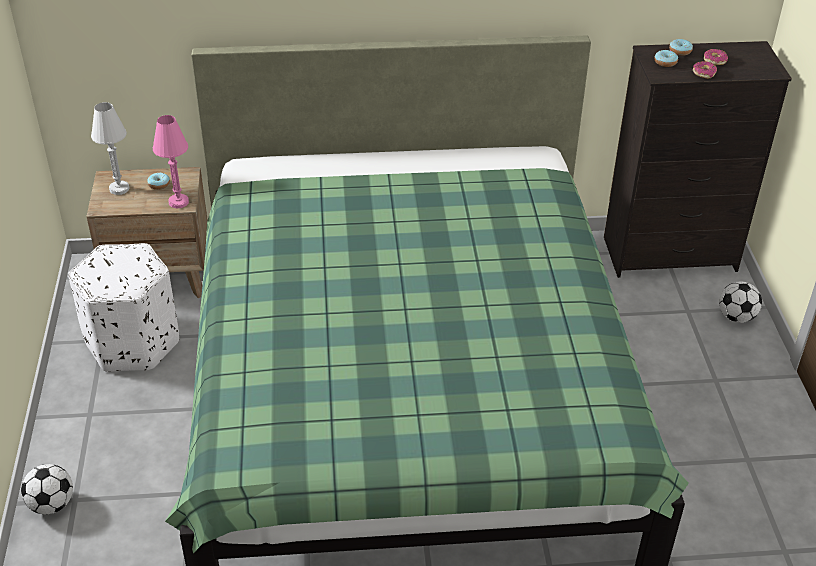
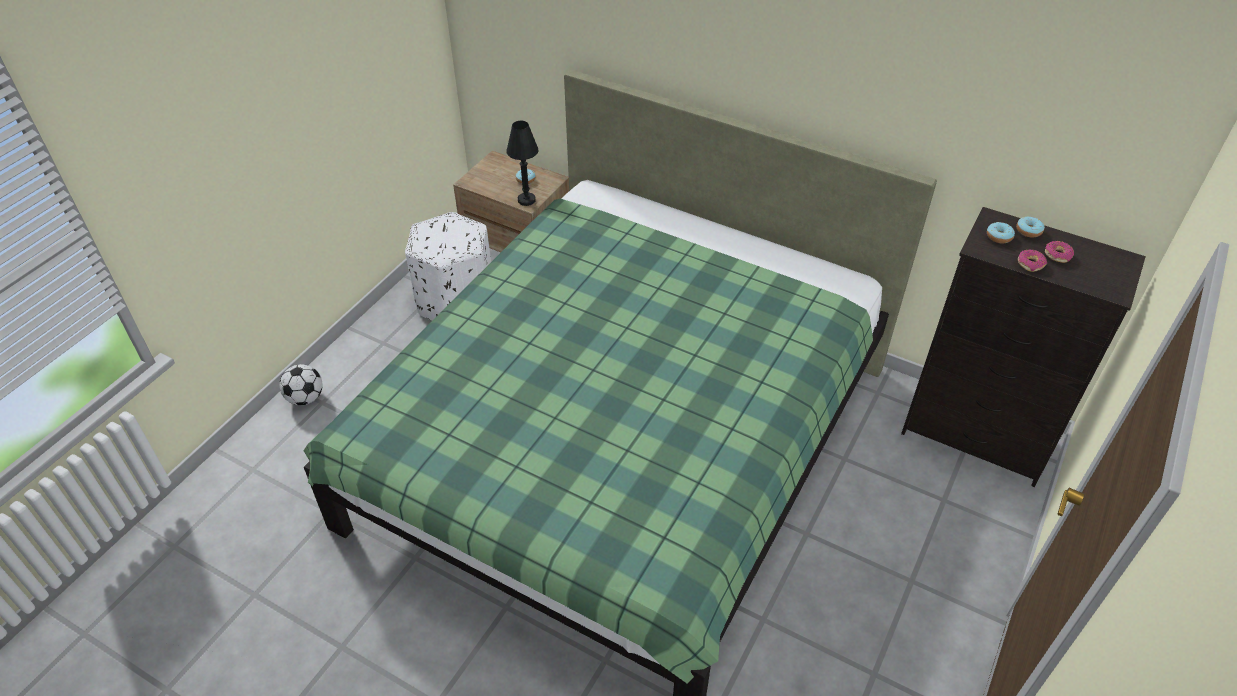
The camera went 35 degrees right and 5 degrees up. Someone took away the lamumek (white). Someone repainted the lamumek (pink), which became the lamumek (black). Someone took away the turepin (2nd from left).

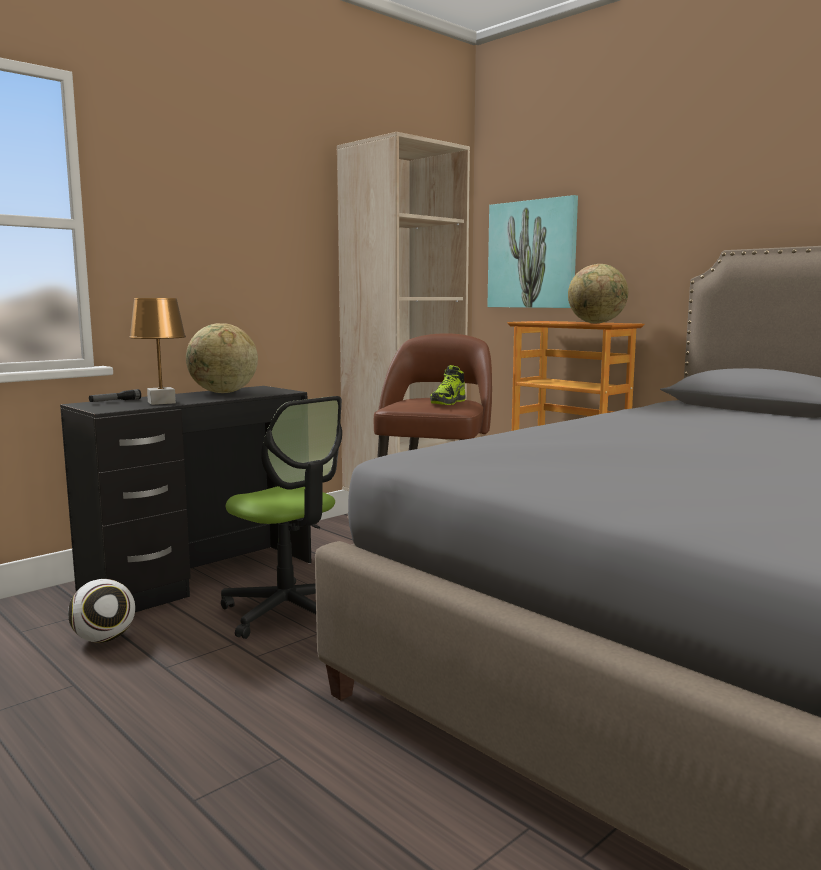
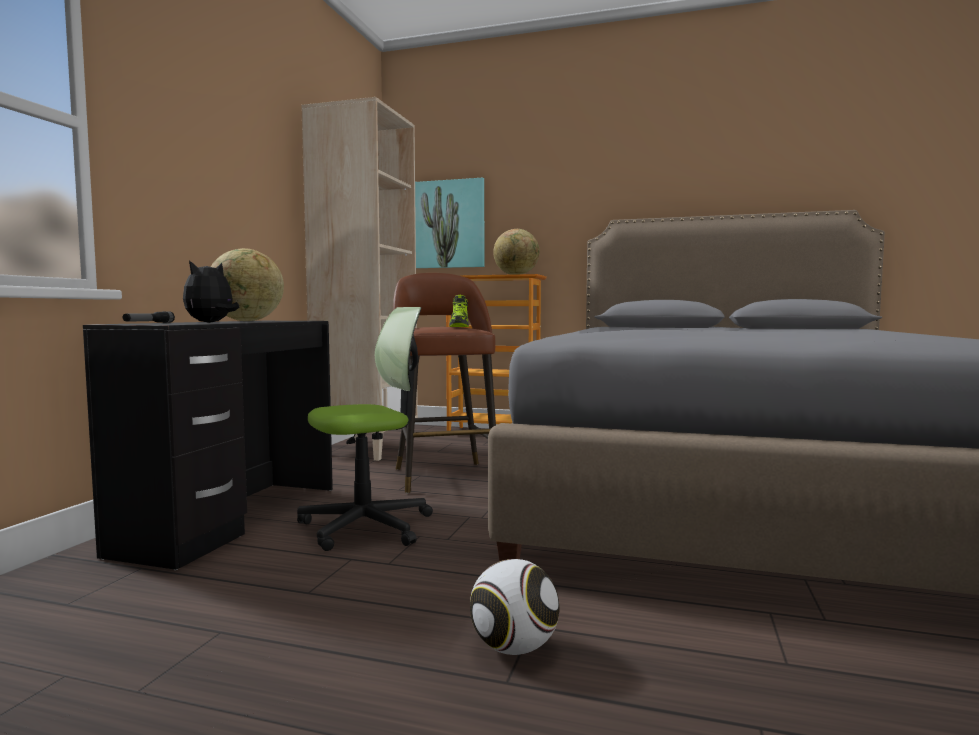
The camera went 30 degrees left and 5 degrees down. Someone swapped the lamumek (brown) for the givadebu. Someone rotated the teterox by 45 degrees counterclockwise. Someone carried the turepin.

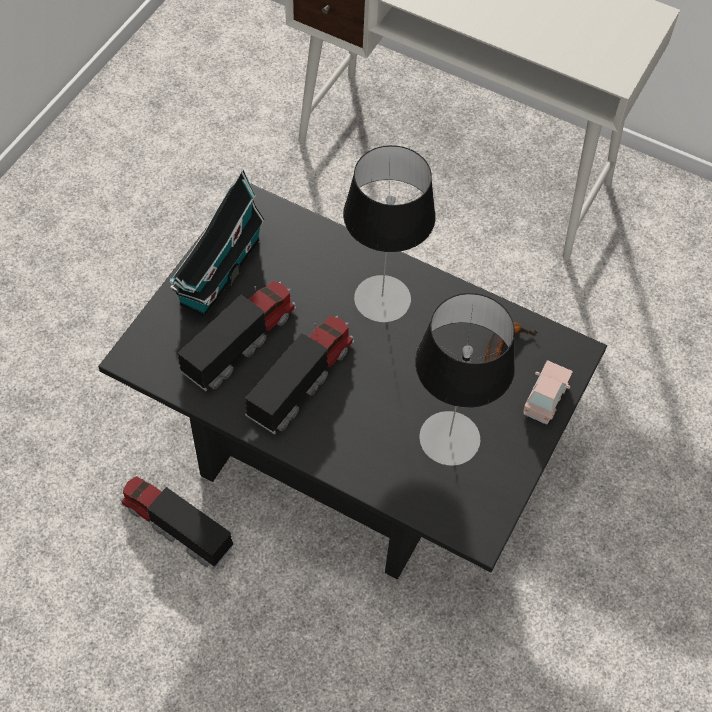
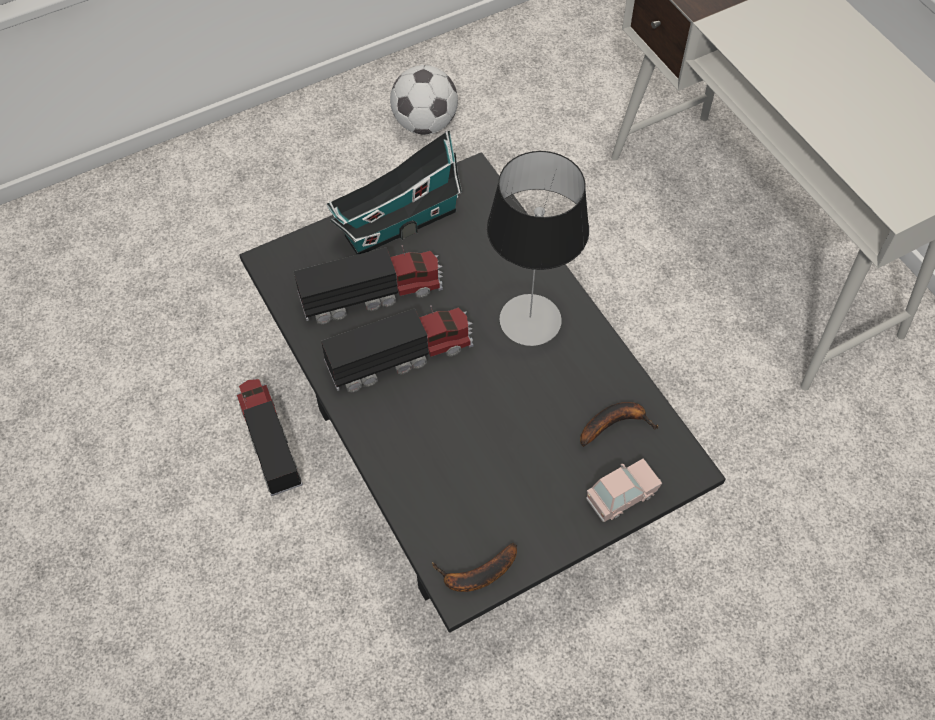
The camera went 35 degrees right and 0 degrees up. Someone took away the lamumek (2nd from left). Someone put down the turepin. Someone put down the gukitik (1st from left).

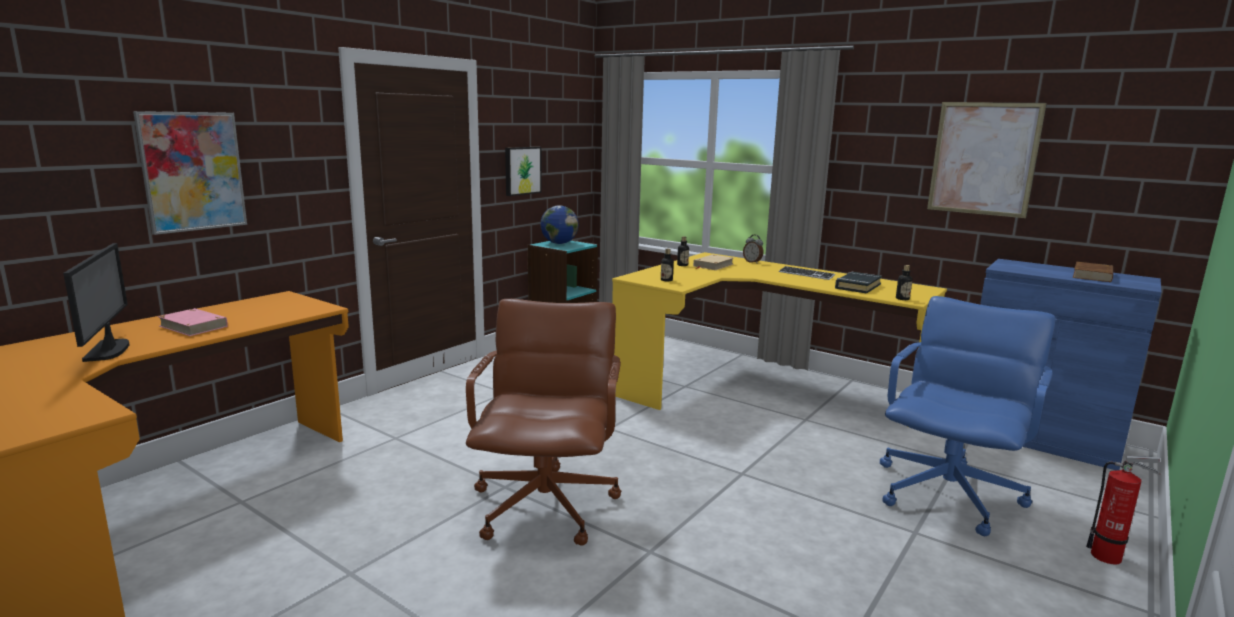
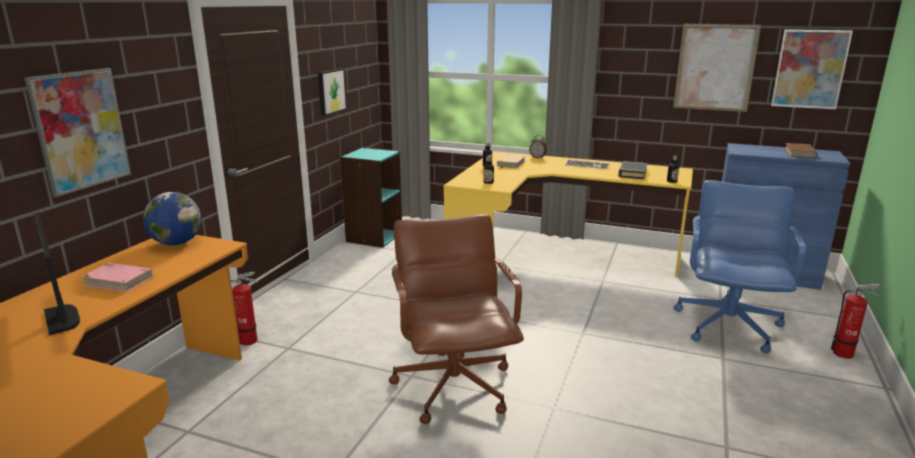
The camera went 15 degrees left and 5 degrees up. Someone carried the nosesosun. Someone put up the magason (4th from left). Someone put down the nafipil (1st from left).

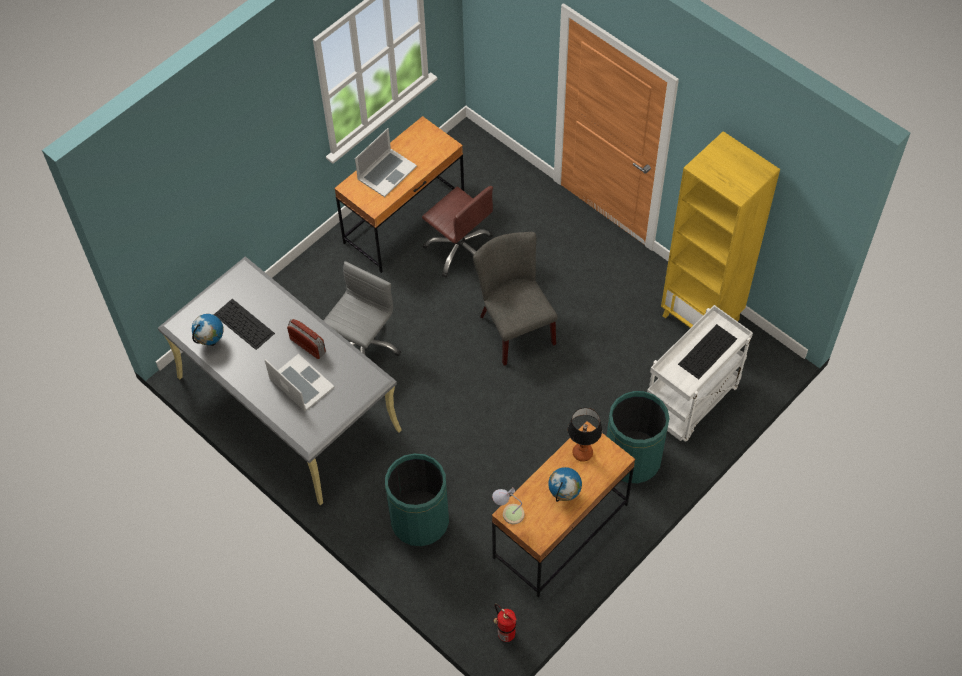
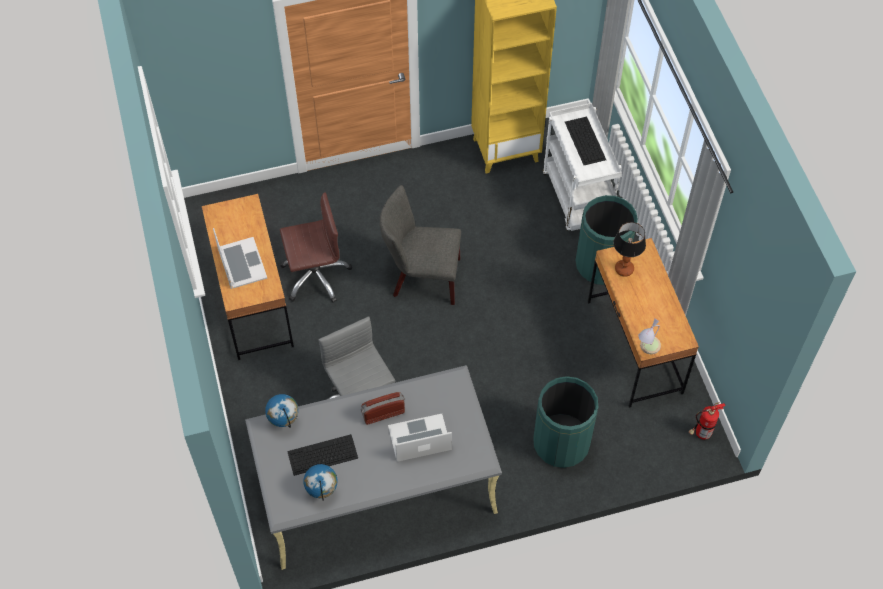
The camera went 60 degrees left and 0 degrees up. Someone carried the nosesosun (2nd from left in the first image).

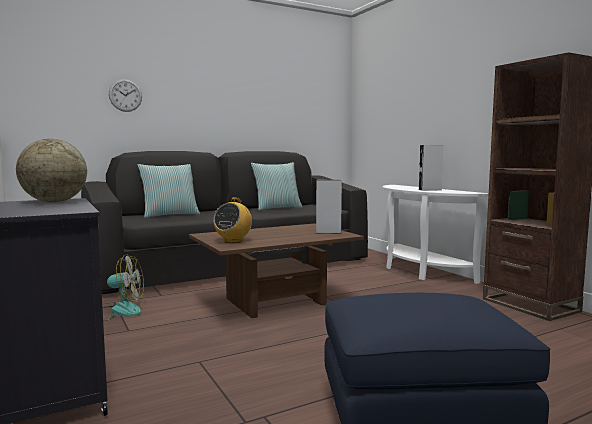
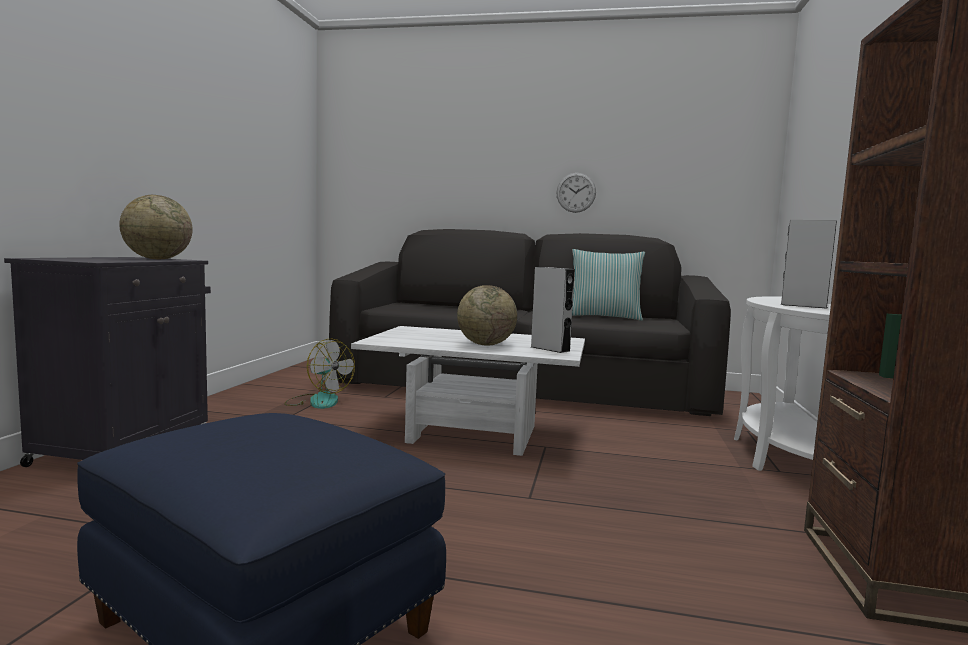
The camera went 40 degrees right and 0 degrees up. Someone carried the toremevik. Someone took away the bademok (1st from left). Someone took away the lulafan. Someone repainted the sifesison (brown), which became the sifesison (white). Someone put down the nosesosun (2nd from left).

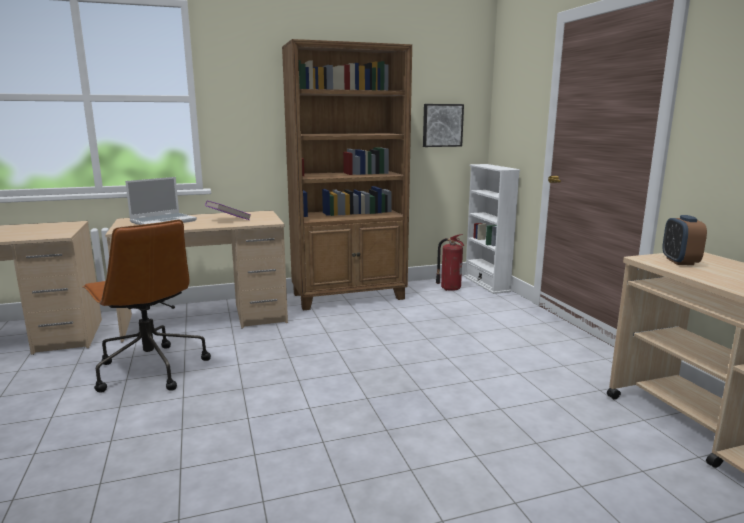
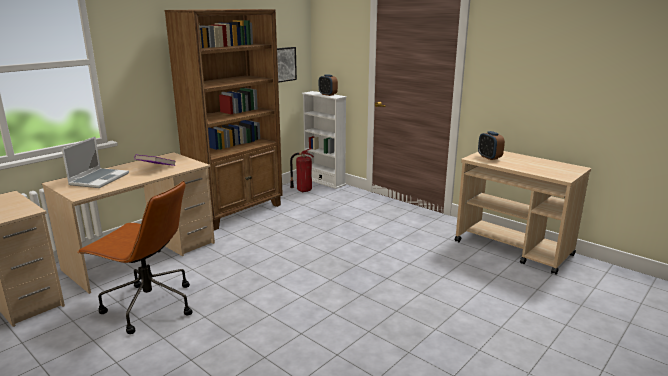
The camera went 30 degrees left and 5 degrees up. Someone put down the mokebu (1st from left).

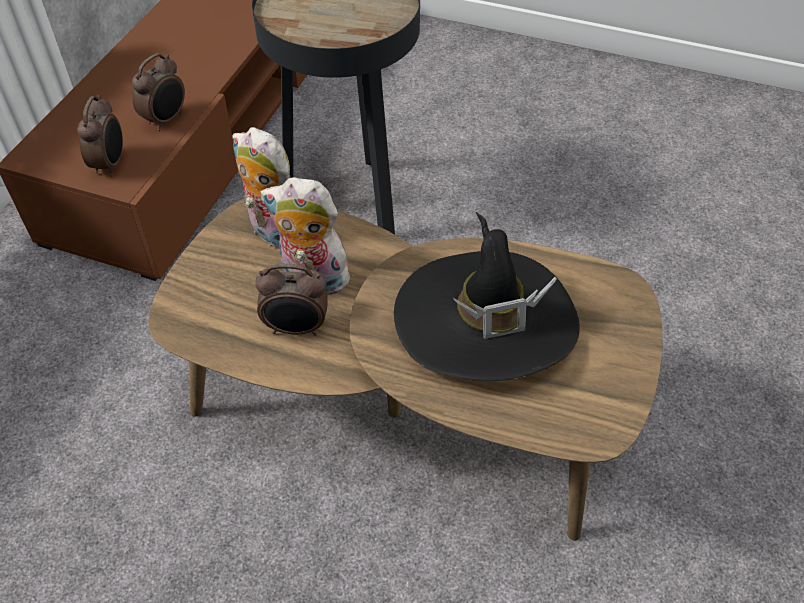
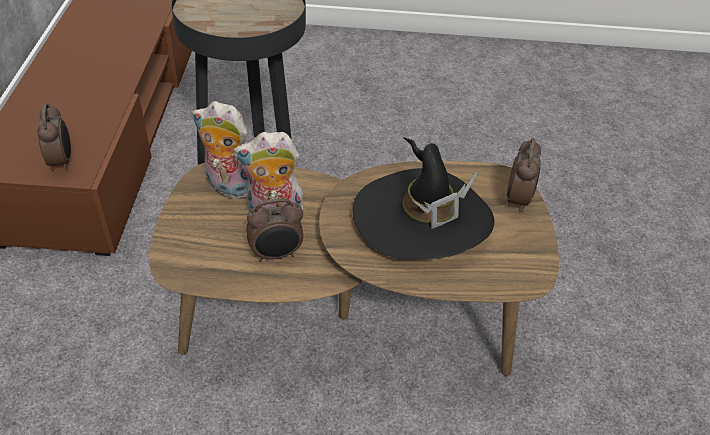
The camera went 20 degrees left and 5 degrees down. Someone carried the mokebu (2nd from left in the first image).

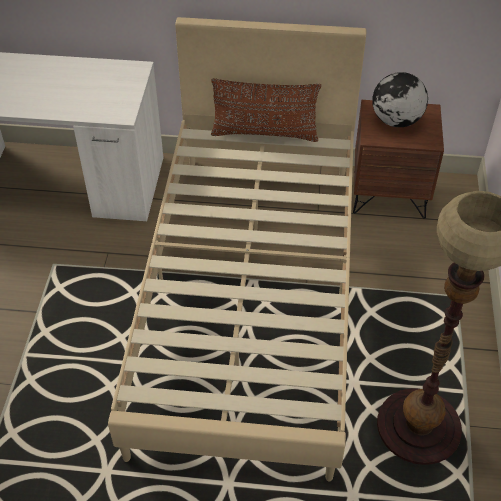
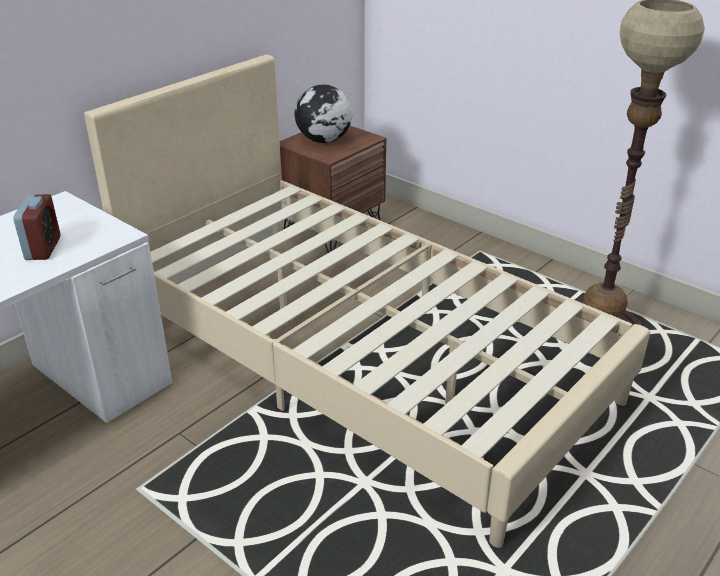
The camera went 55 degrees left and 15 degrees down. Someone took away the bademok (brown). Someone put down the mokebu.

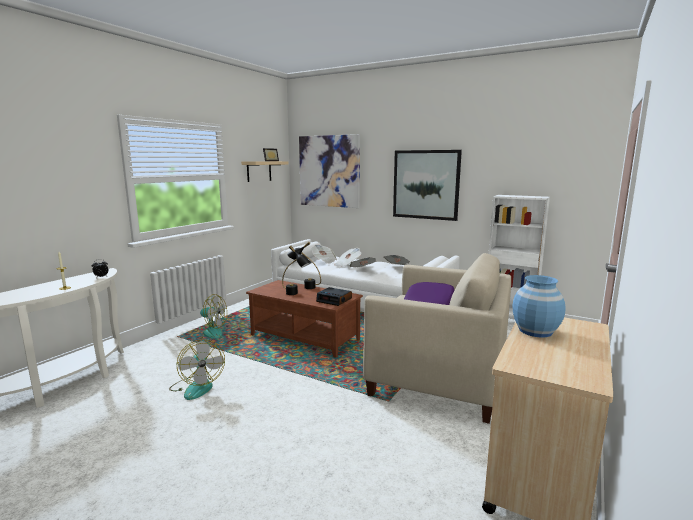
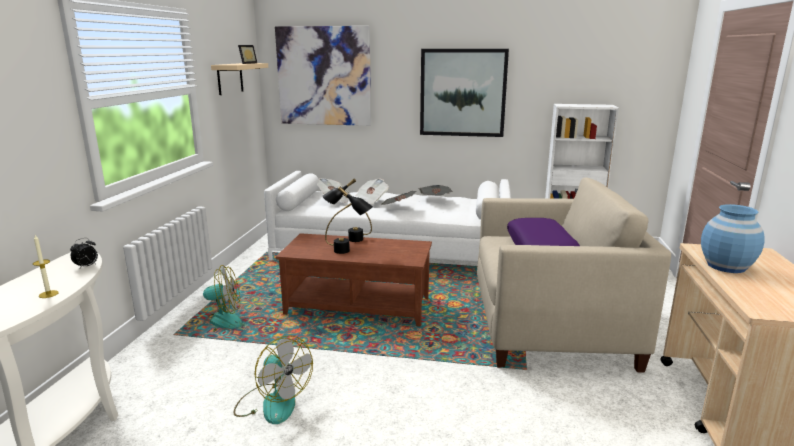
The camera went 20 degrees left and 5 degrees up. Someone took away the mokebu (2nd from left).

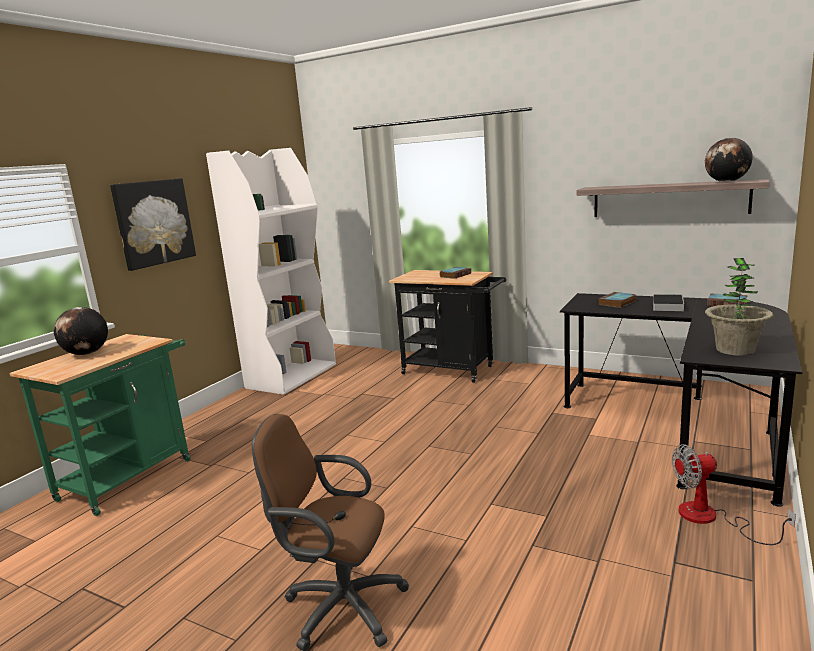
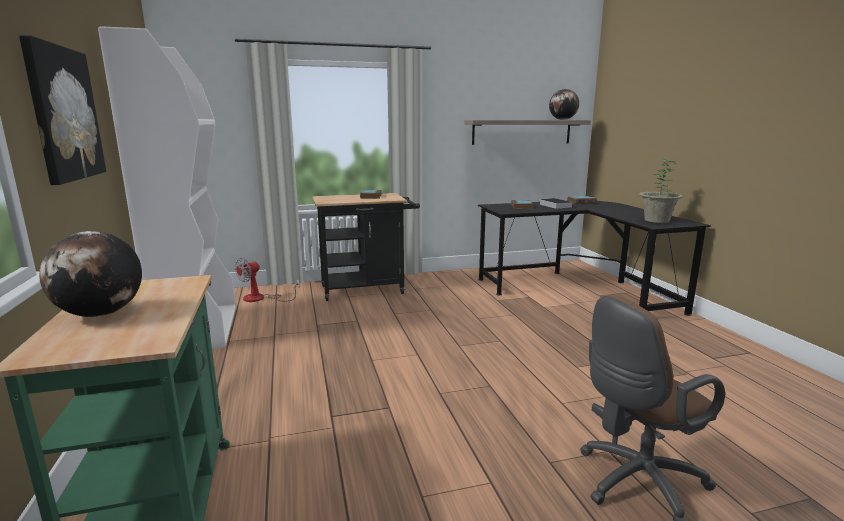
The camera went 45 degrees left and 0 degrees up. Someone carried the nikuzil.

